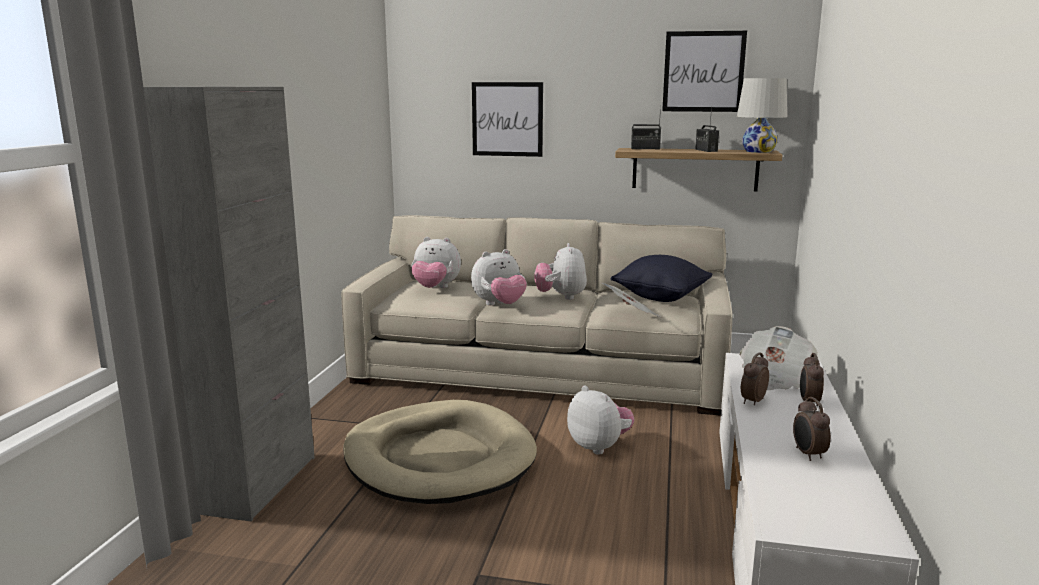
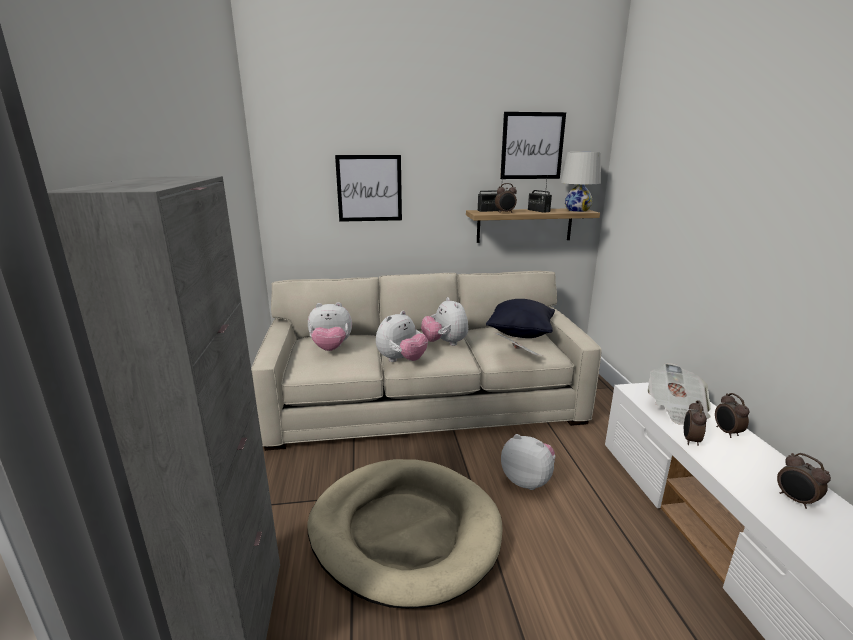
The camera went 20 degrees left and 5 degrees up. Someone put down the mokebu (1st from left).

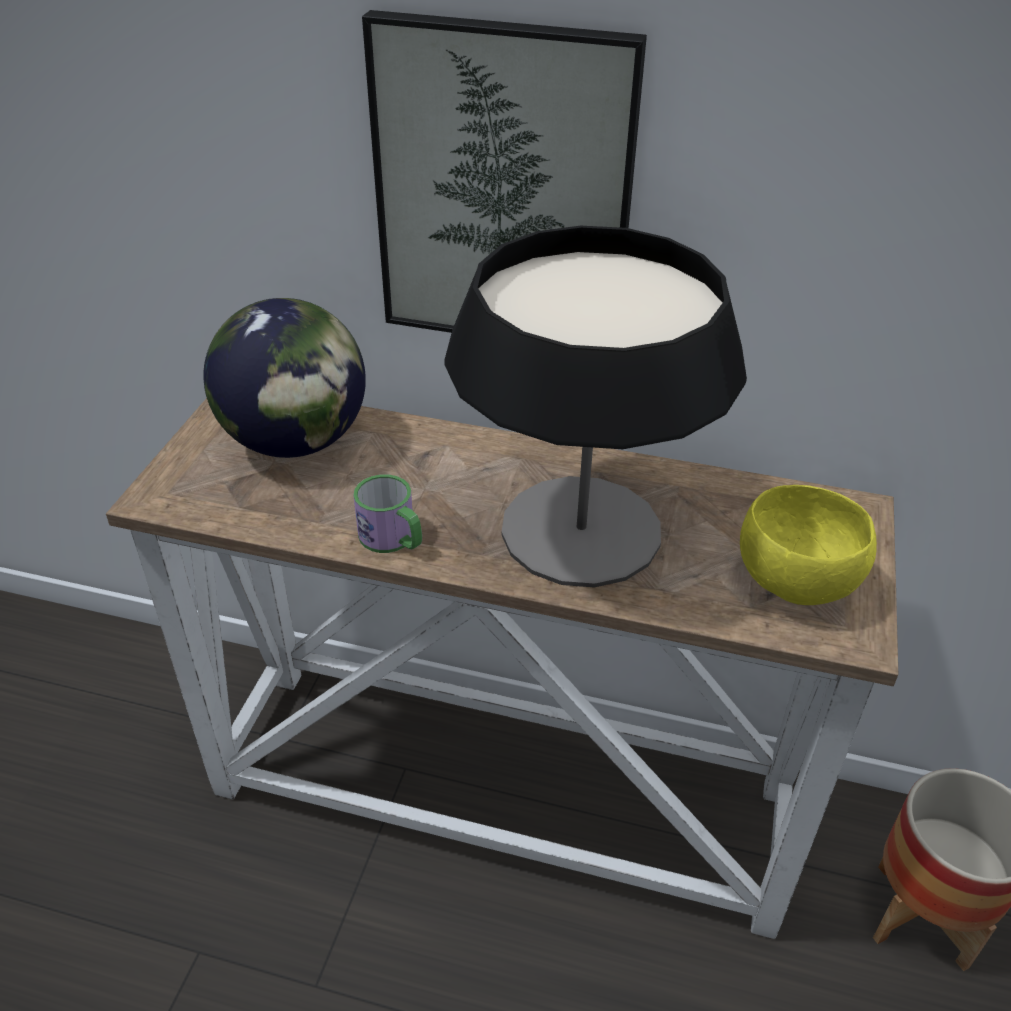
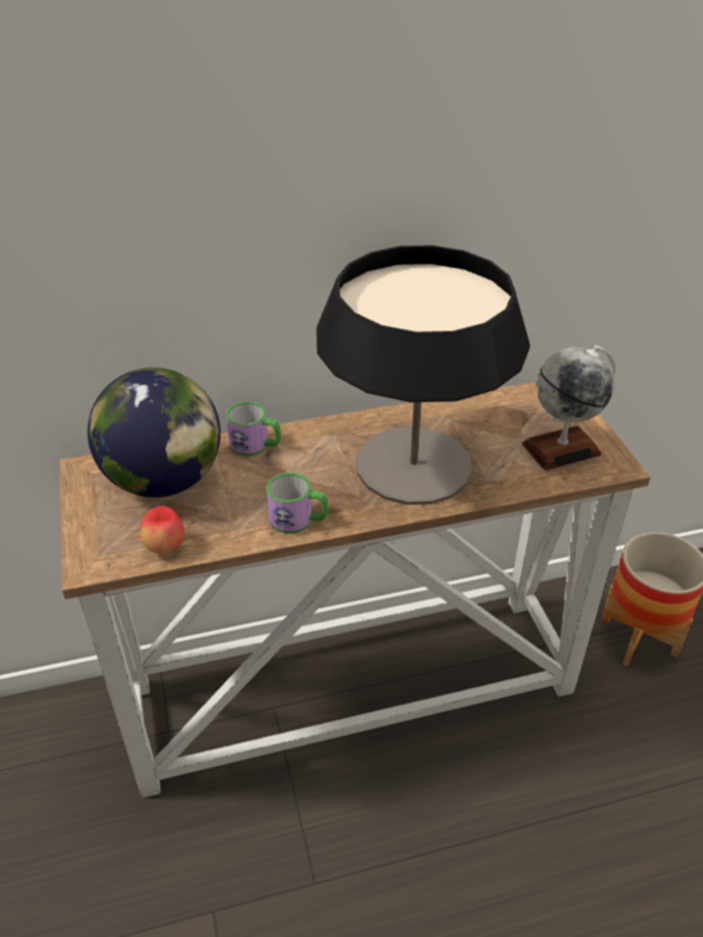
The camera went 30 degrees left and 0 degrees up. Someone took away the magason. Someone swapped the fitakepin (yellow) for the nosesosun (2nd from left). Someone put down the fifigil (1st from left). Someone put down the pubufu.

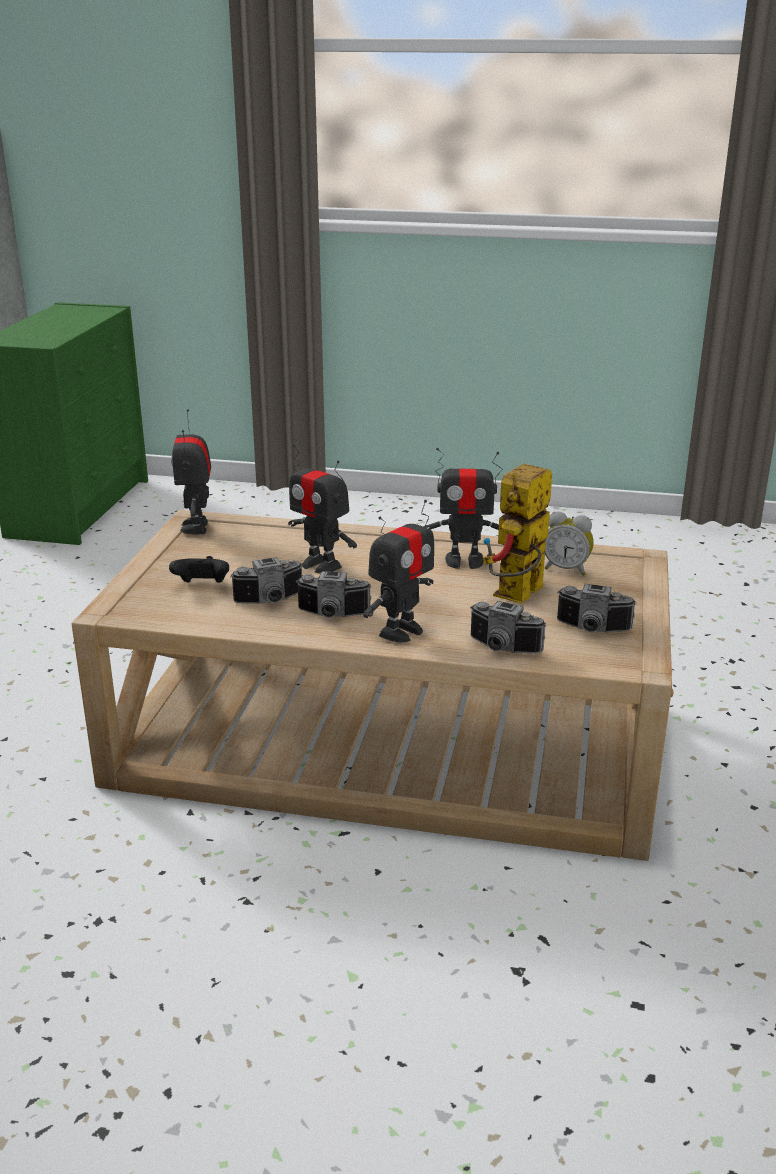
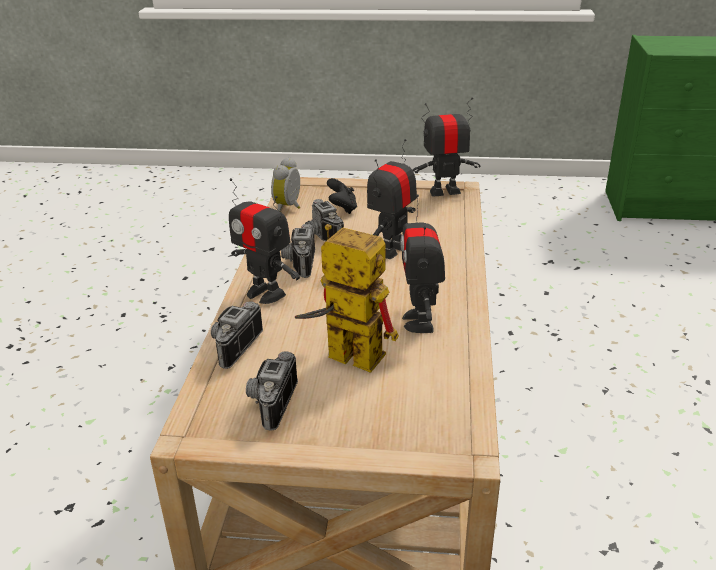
The camera went 85 degrees right and 5 degrees up. Someone carried the mokebu.

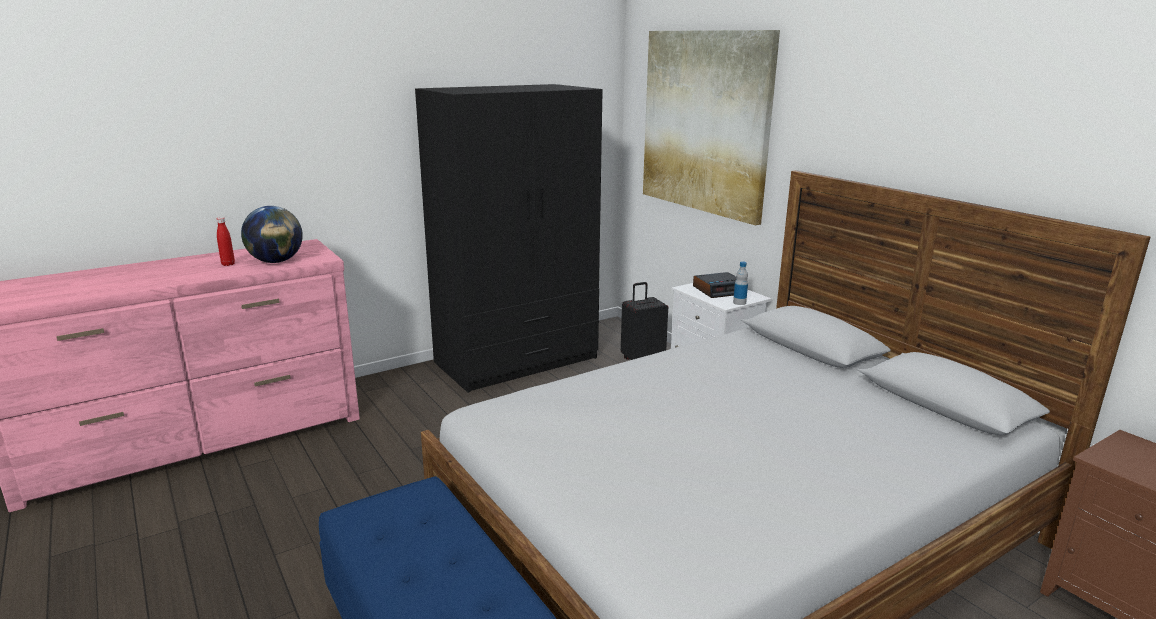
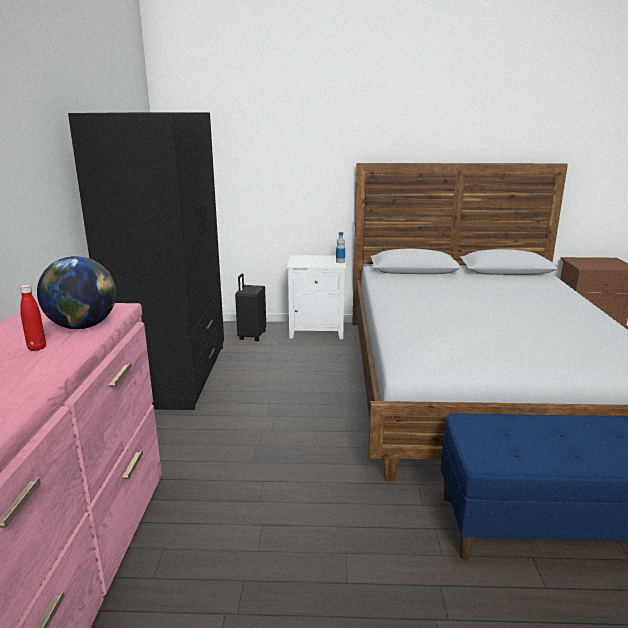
The camera went 55 degrees left and 0 degrees up. Someone took away the magason. Someone took away the mokebu.

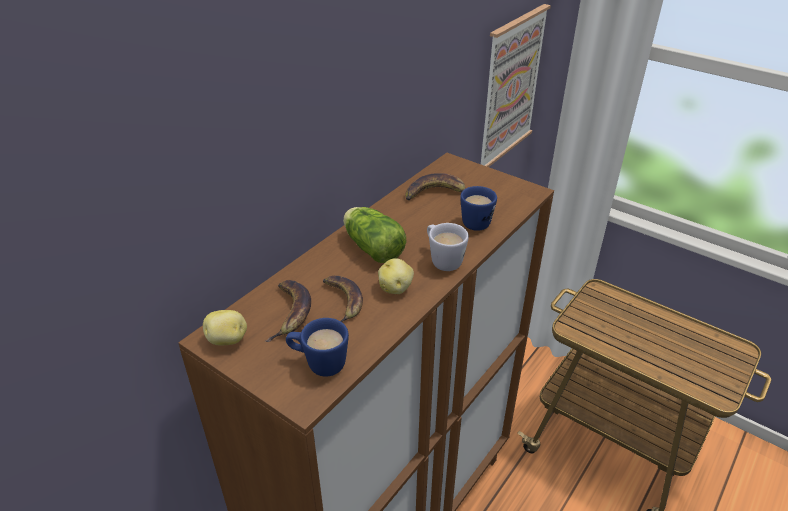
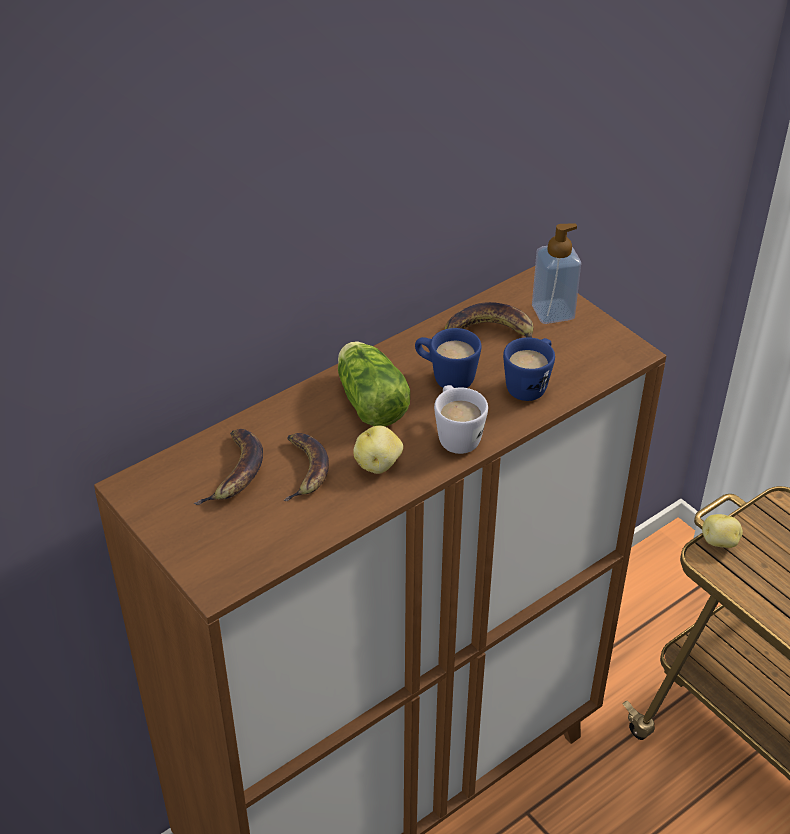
The camera went 15 degrees right and 5 degrees up. Someone took away the magason. Someone carried the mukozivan (1st from left in the first image). Someone carried the fifigil (blue) (1st from left). Someone put down the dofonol.

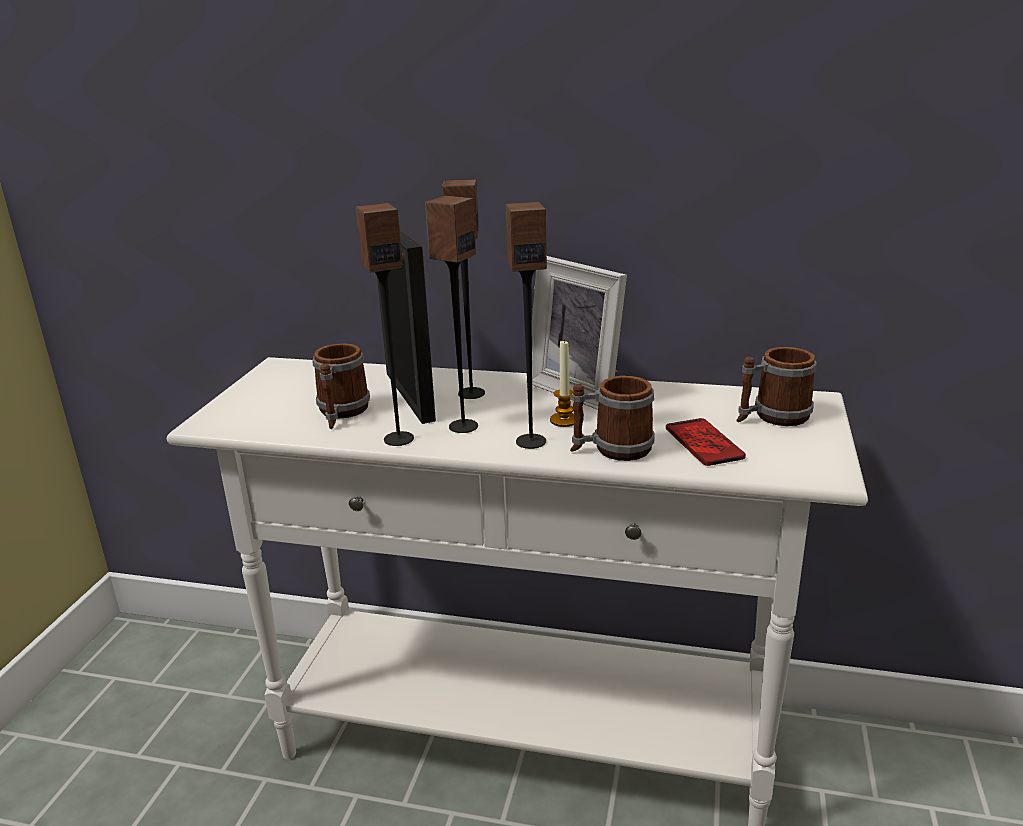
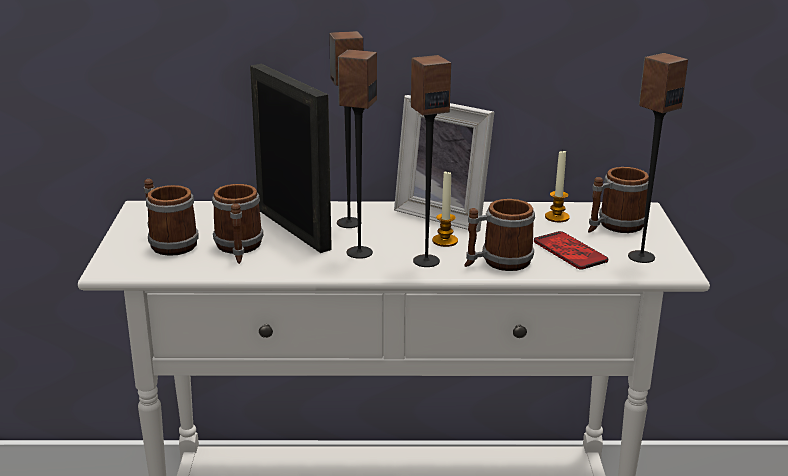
The camera went 15 degrees left and 0 degrees up. Someone carried the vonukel (1st from left in the first image). Someone put down the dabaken (2nd from left). Someone put down the fifigil (1st from left).

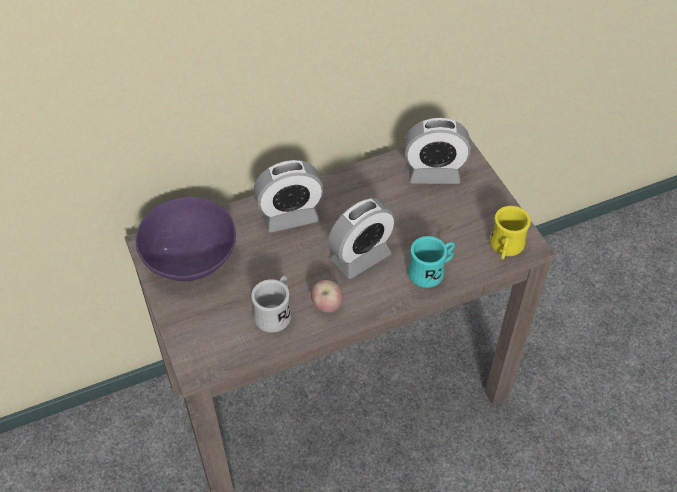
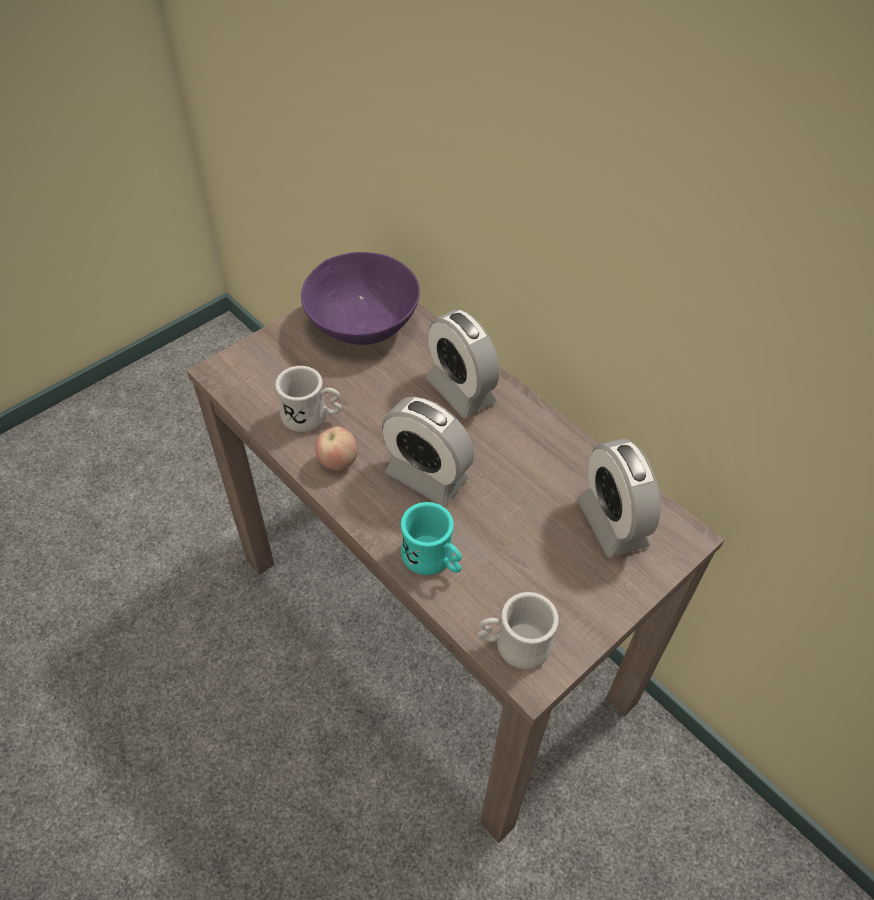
The camera went 70 degrees right and 0 degrees up. Someone repainted the fifigil (yellow), which became the fifigil (white) (2nd from left).

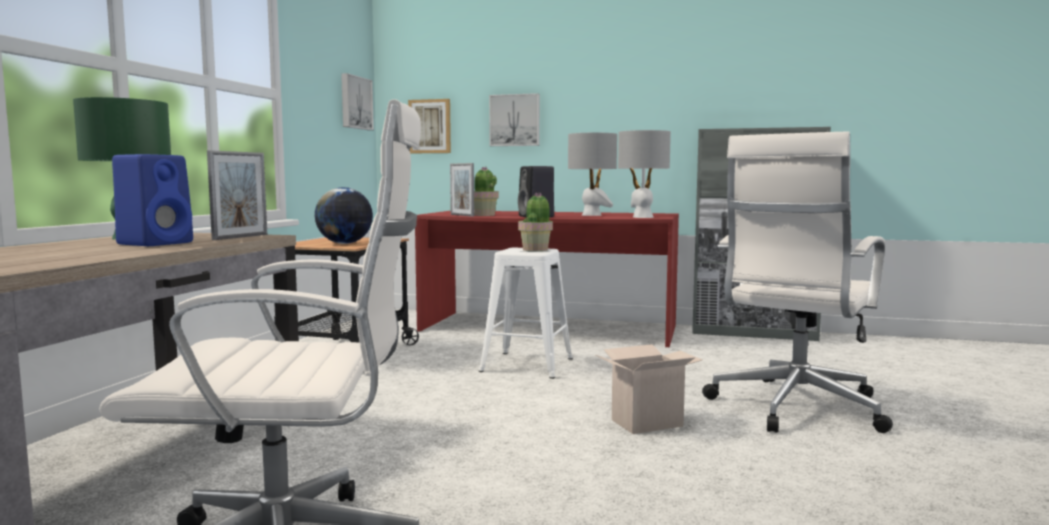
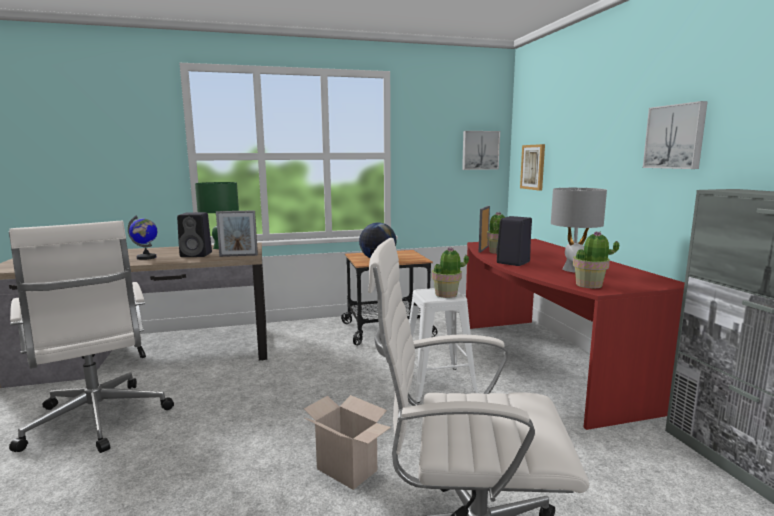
The camera went 60 degrees right and 5 degrees up. Someone carried the magason (3rd from left). Someone swapped the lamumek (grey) (2nd from left) for the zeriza (3rd from left). Someone repainted the vonukel (blue), which became the vonukel (black) (1st from left). Someone put down the nosesosun (1st from left).

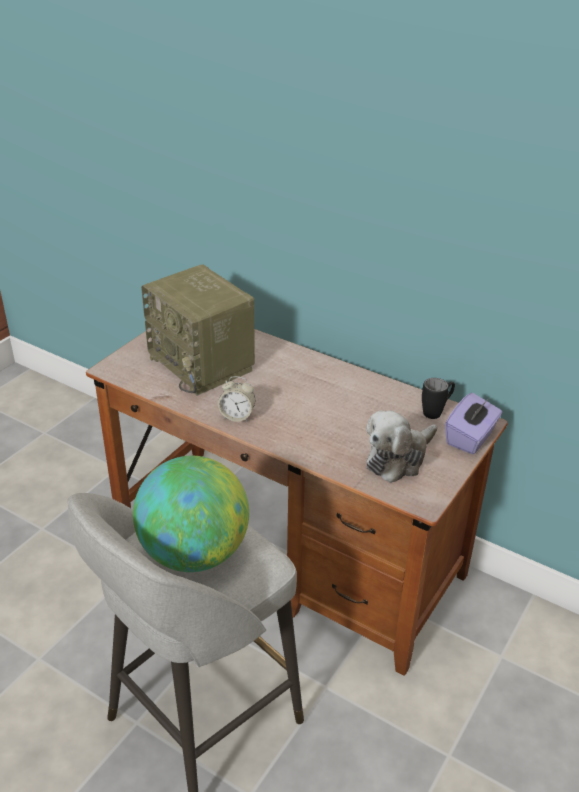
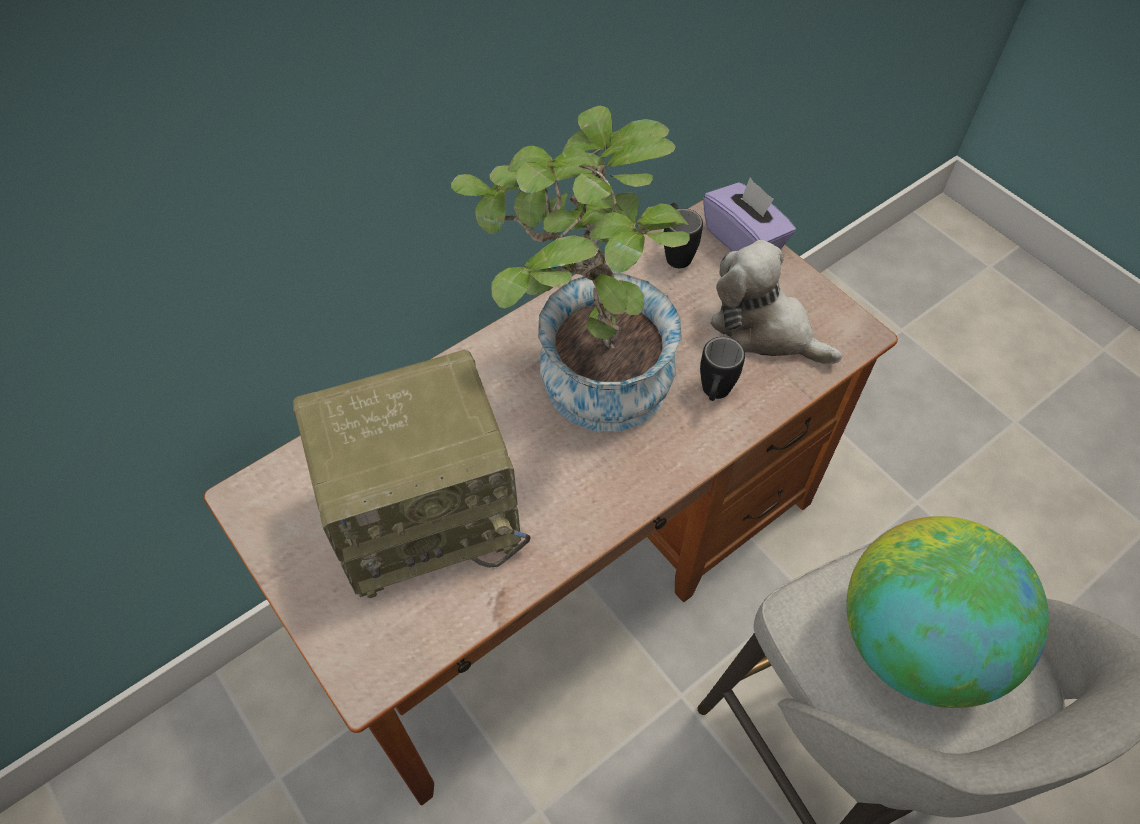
The camera went 70 degrees left and 20 degrees up. Someone took away the mokebu. Someone rotated the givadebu by 150 degrees clockwise. Someone put down the zeriza. Someone put down the fifigil (black) (2nd from left).

